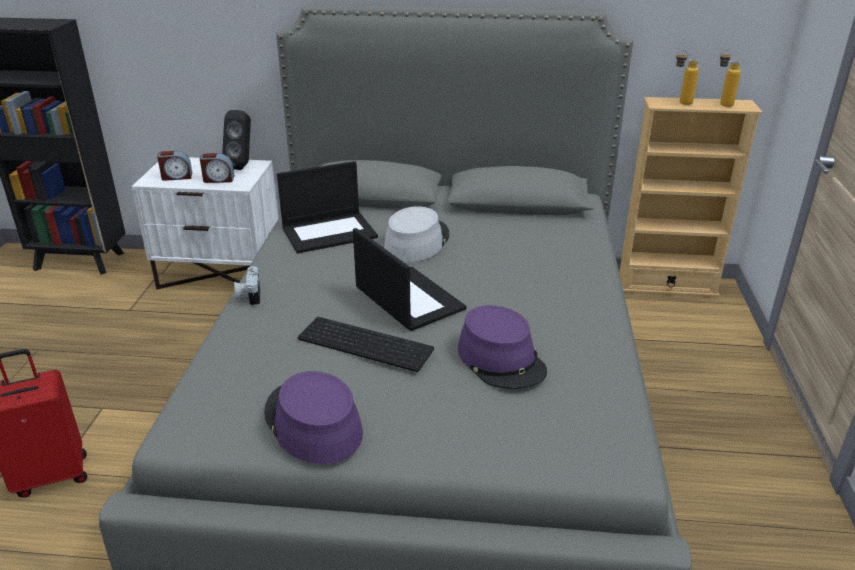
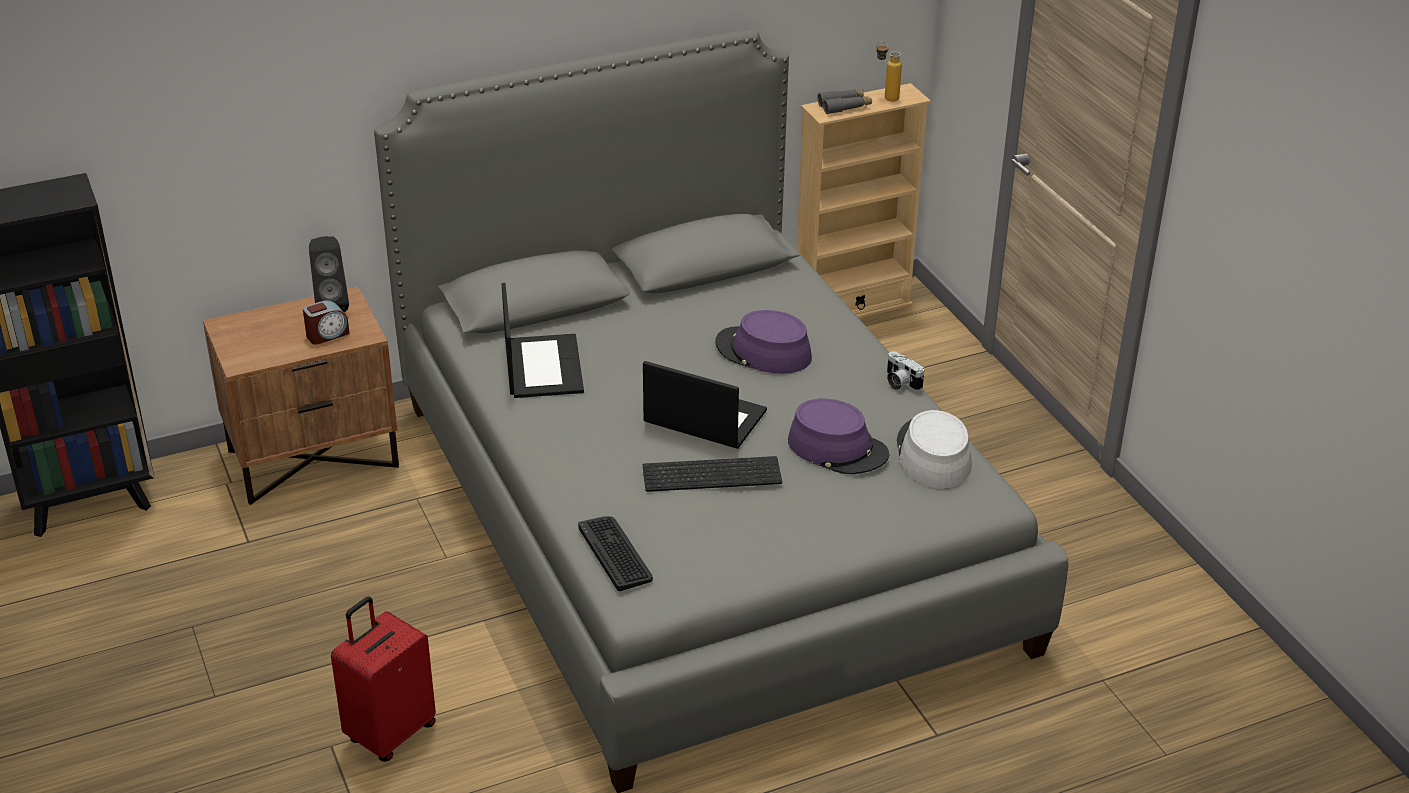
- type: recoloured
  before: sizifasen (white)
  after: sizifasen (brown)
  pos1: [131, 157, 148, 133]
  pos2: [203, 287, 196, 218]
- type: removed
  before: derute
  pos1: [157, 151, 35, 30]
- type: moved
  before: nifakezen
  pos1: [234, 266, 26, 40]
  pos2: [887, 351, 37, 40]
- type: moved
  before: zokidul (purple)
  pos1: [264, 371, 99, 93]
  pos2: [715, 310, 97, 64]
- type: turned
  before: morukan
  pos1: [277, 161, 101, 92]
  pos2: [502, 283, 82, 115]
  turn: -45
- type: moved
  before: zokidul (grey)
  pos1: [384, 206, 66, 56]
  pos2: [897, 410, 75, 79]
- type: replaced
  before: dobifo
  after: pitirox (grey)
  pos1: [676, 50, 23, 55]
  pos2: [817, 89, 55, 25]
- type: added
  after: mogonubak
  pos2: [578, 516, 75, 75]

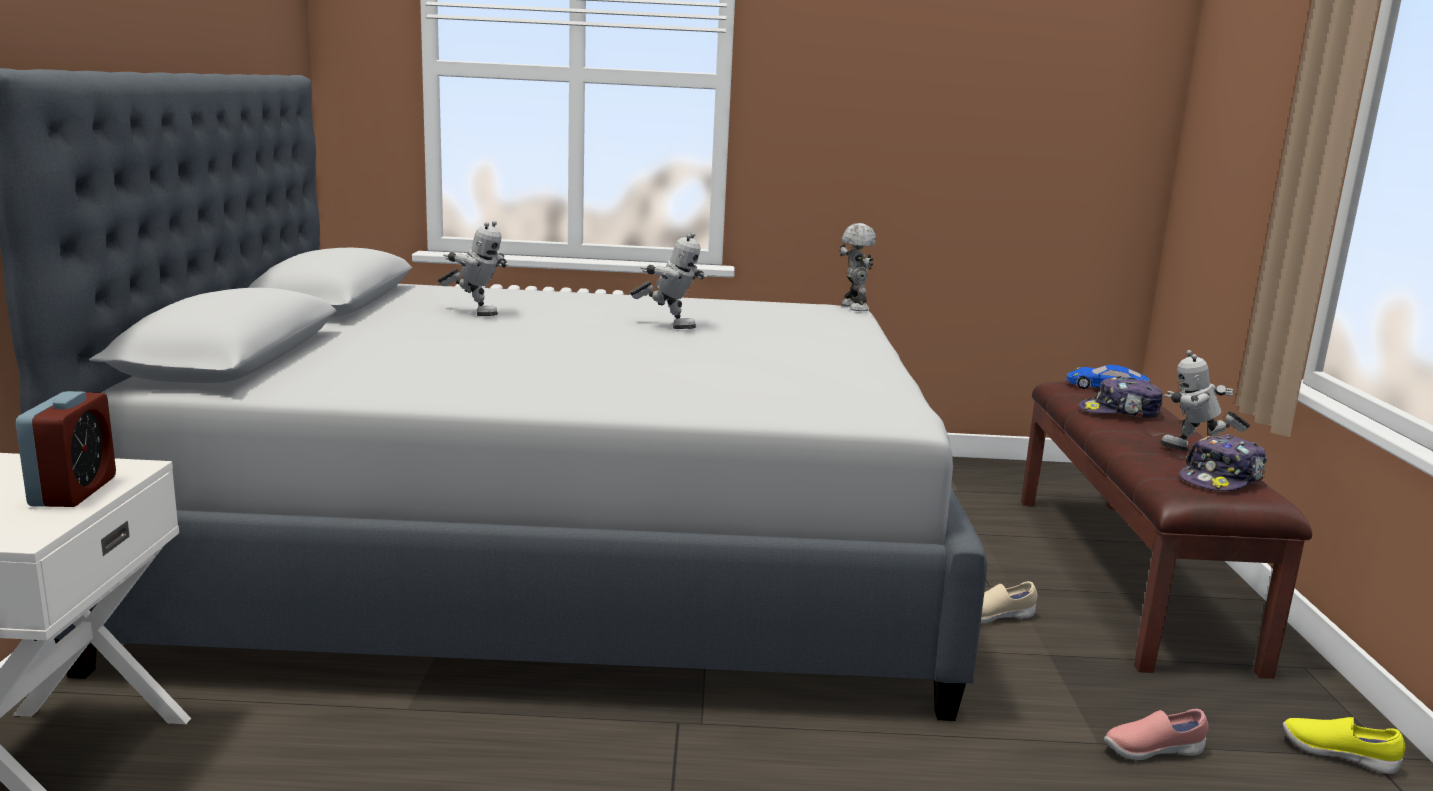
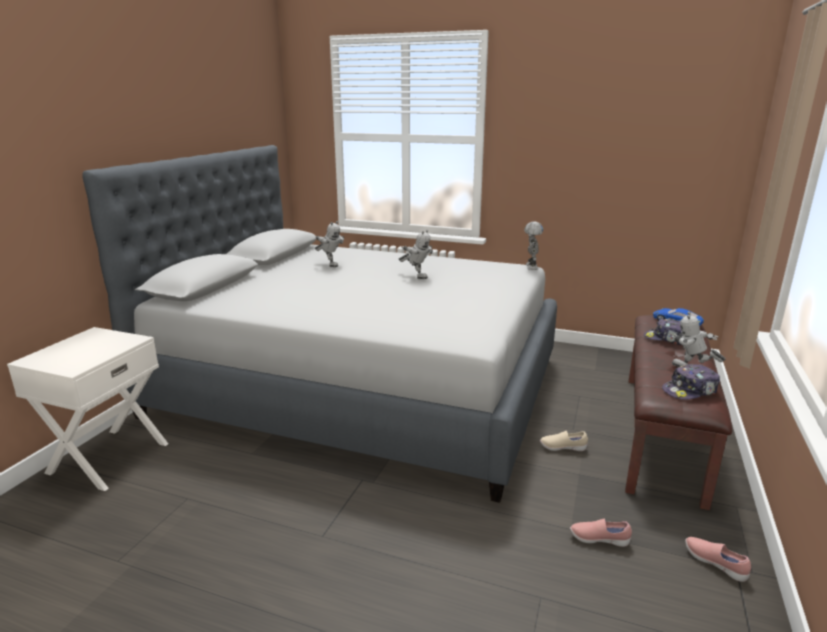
- type: removed
  before: derute
  pos1: [16, 391, 100, 116]
- type: recoloured
  before: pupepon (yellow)
  after: pupepon (pink)
  pos1: [1283, 717, 122, 57]
  pos2: [685, 537, 66, 45]

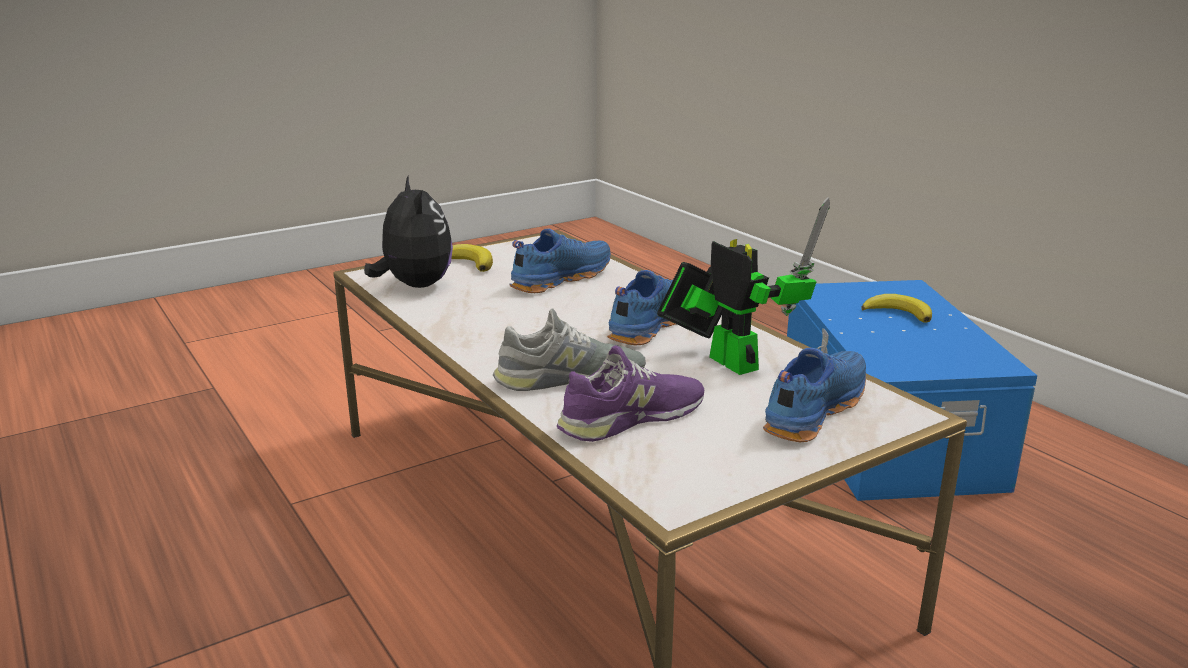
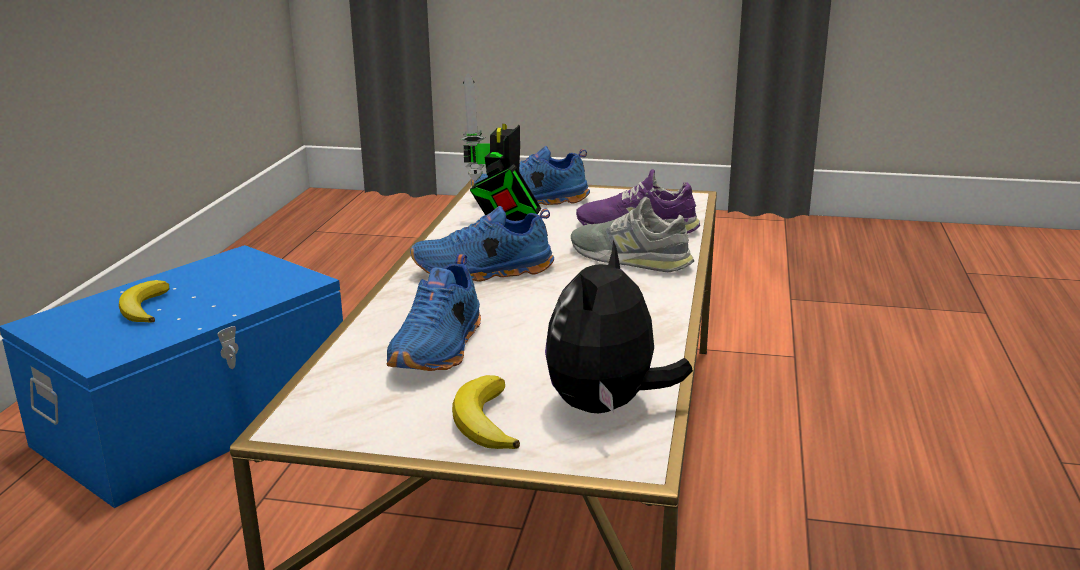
- type: turned
  before: pupepon (blue)
  pos1: [510, 229, 101, 64]
  pos2: [387, 254, 94, 117]
  turn: -75

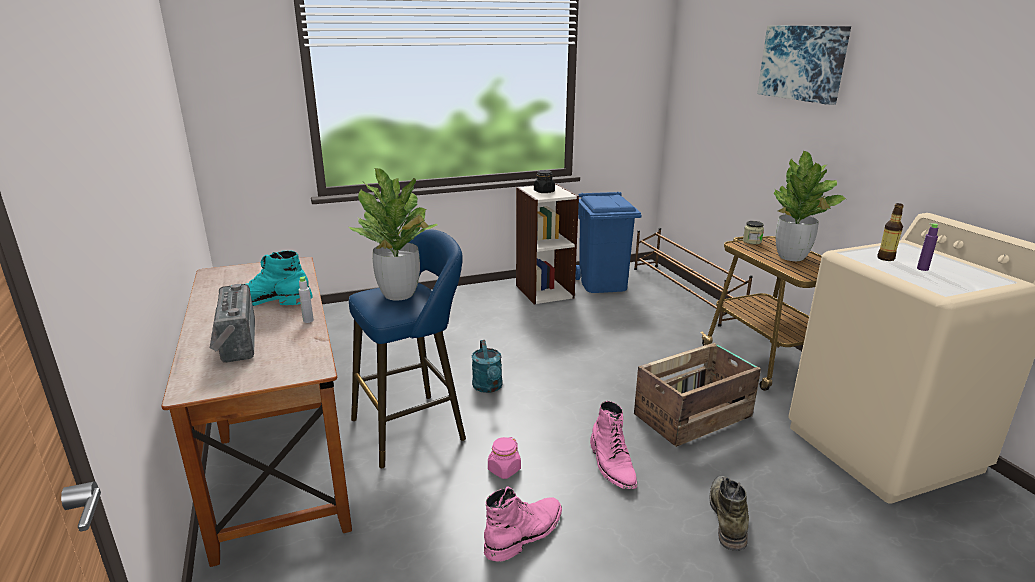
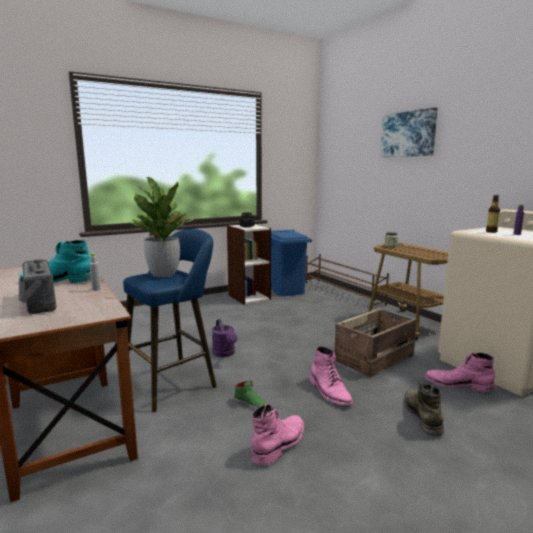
- type: recoloured
  before: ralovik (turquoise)
  after: ralovik (purple)
  pos1: [472, 340, 31, 53]
  pos2: [212, 319, 25, 38]
- type: replaced
  before: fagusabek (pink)
  after: pupepon (green)
  pos1: [488, 437, 33, 42]
  pos2: [234, 380, 34, 29]
- type: removed
  before: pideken
  pos1: [774, 151, 72, 110]
- type: added
  after: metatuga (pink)
  pos2: [425, 353, 70, 39]

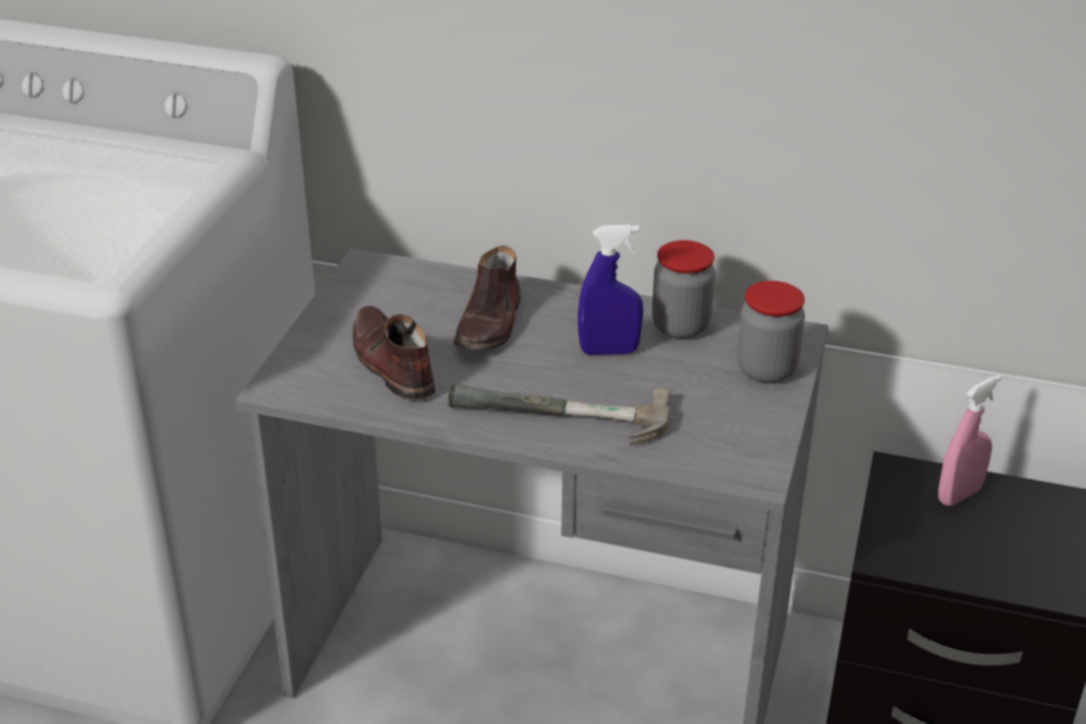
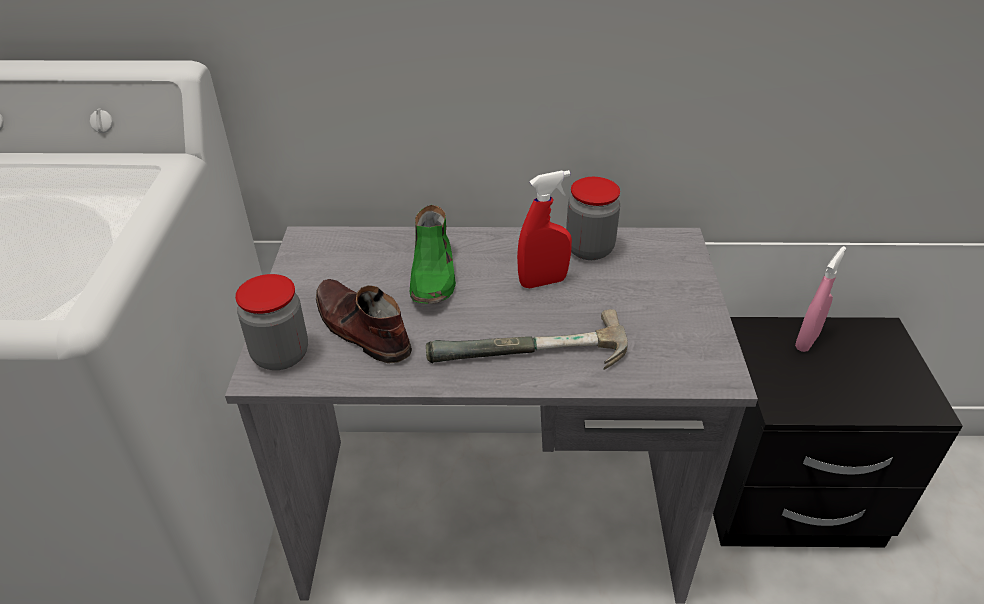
- type: recoloured
  before: pupepon (brown)
  after: pupepon (green)
  pos1: [454, 245, 67, 105]
  pos2: [410, 205, 46, 99]
- type: recoloured
  before: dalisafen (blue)
  after: dalisafen (red)
  pos1: [578, 224, 65, 131]
  pos2: [517, 170, 55, 118]
- type: moved
  before: fagusabek
  pos1: [737, 281, 68, 102]
  pos2: [235, 274, 73, 96]

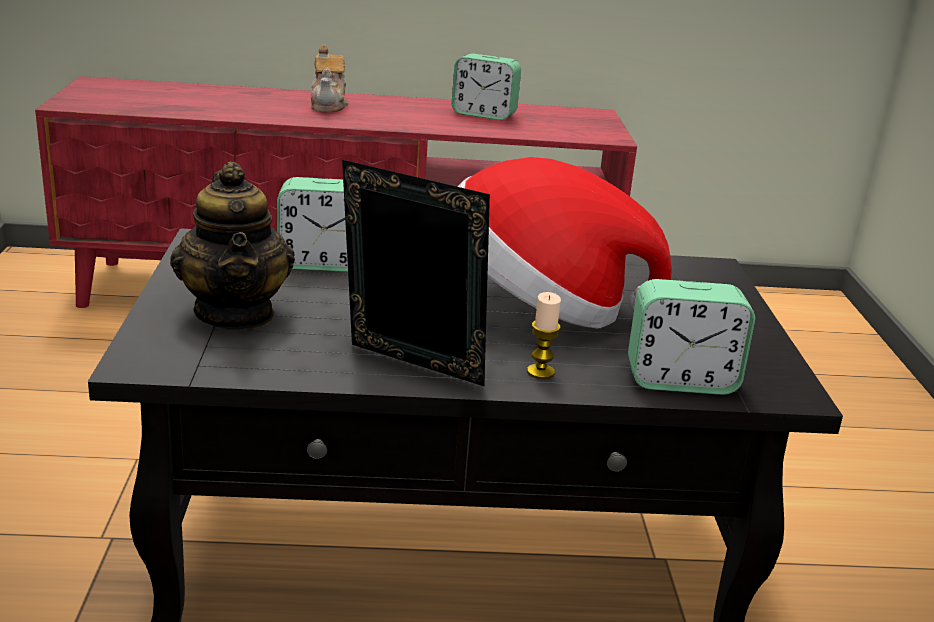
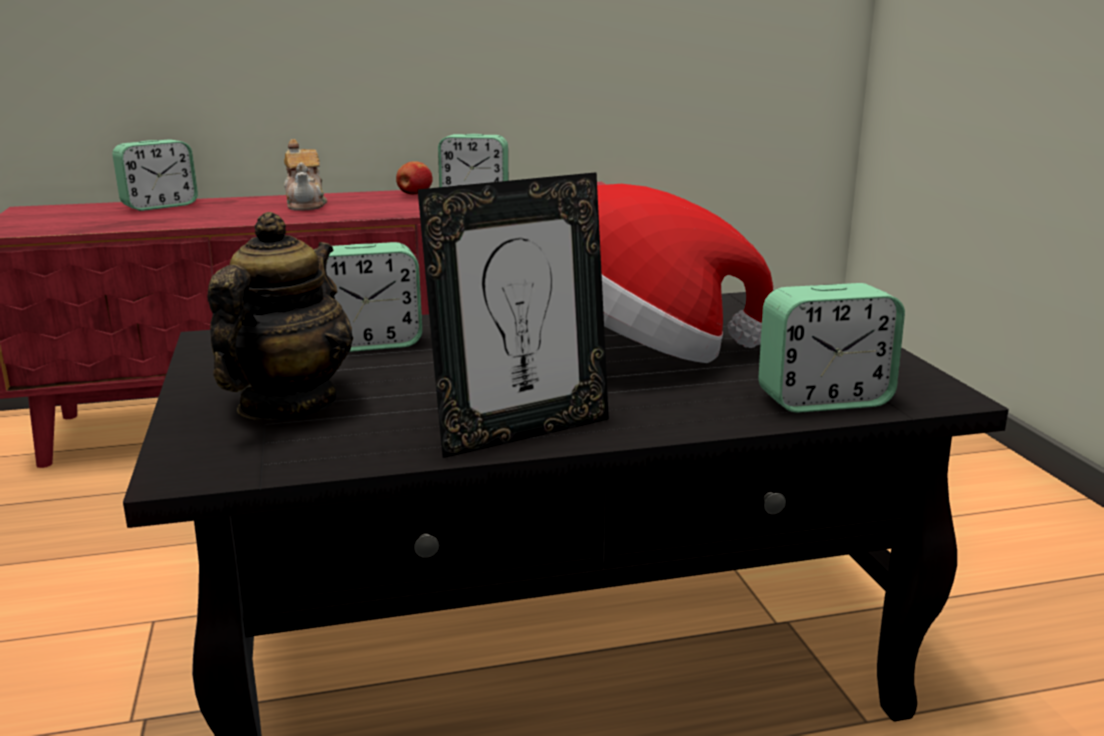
- type: turned
  before: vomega
  pos1: [170, 162, 125, 168]
  pos2: [208, 212, 145, 208]
  turn: -135
- type: turned
  before: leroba
  pos1: [342, 160, 148, 226]
  pos2: [418, 172, 191, 286]
  turn: 135
- type: removed
  before: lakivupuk
  pos1: [527, 292, 34, 87]
- type: added
  after: derute
  pos2: [112, 140, 86, 71]
- type: added
  after: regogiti
  pos2: [396, 161, 37, 34]

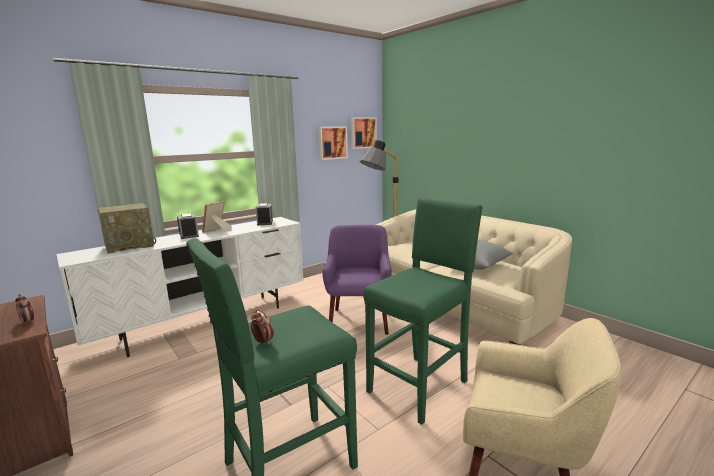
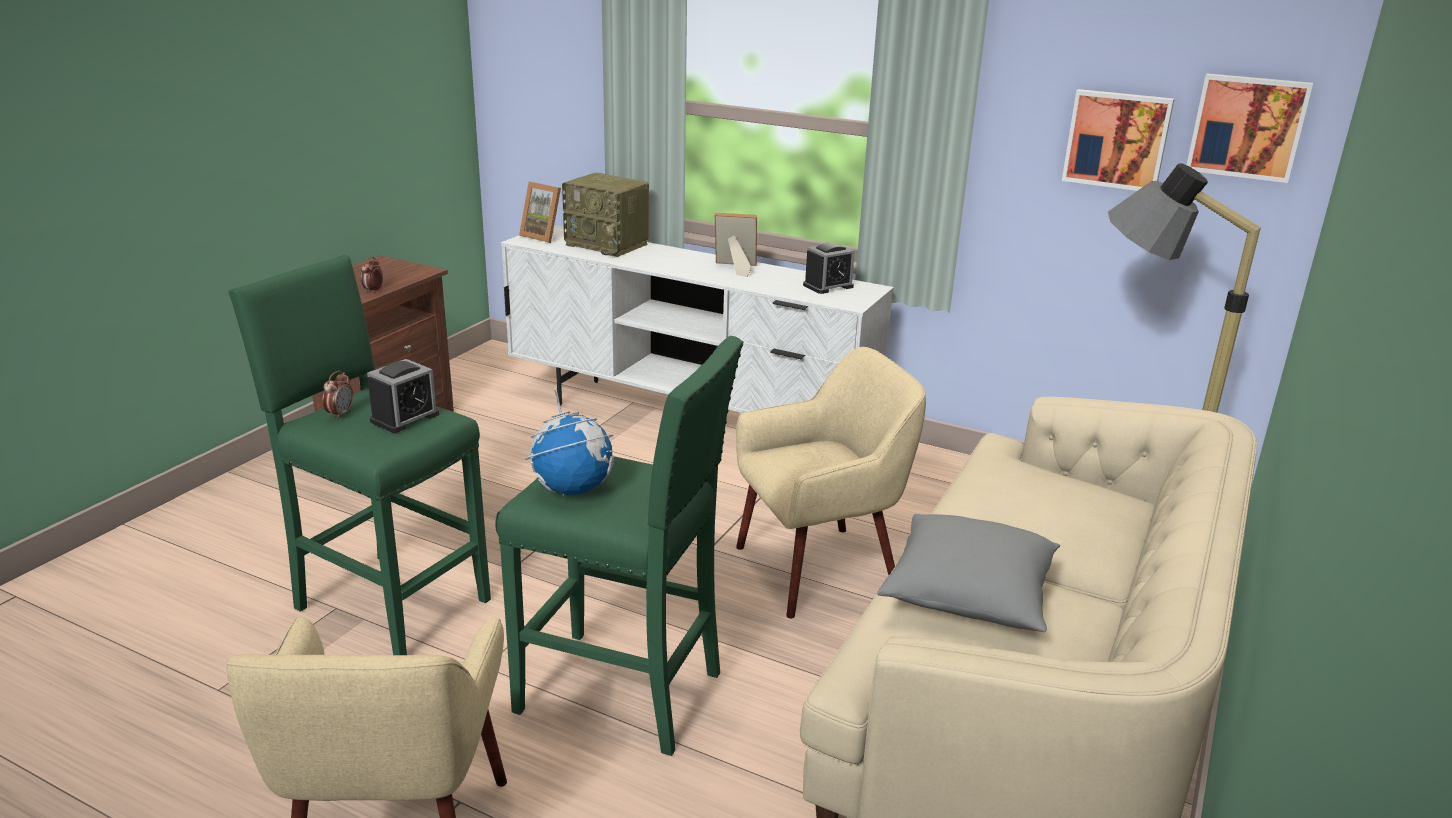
- type: moved
  before: derute
  pos1: [177, 213, 22, 26]
  pos2: [367, 359, 72, 74]
- type: recoloured
  before: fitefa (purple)
  after: fitefa (beige)
  pos1: [322, 225, 70, 110]
  pos2: [736, 347, 190, 271]
- type: added
  after: leroba
  pos2: [519, 182, 42, 61]
- type: added
  after: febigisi
  pos2: [524, 388, 90, 108]

